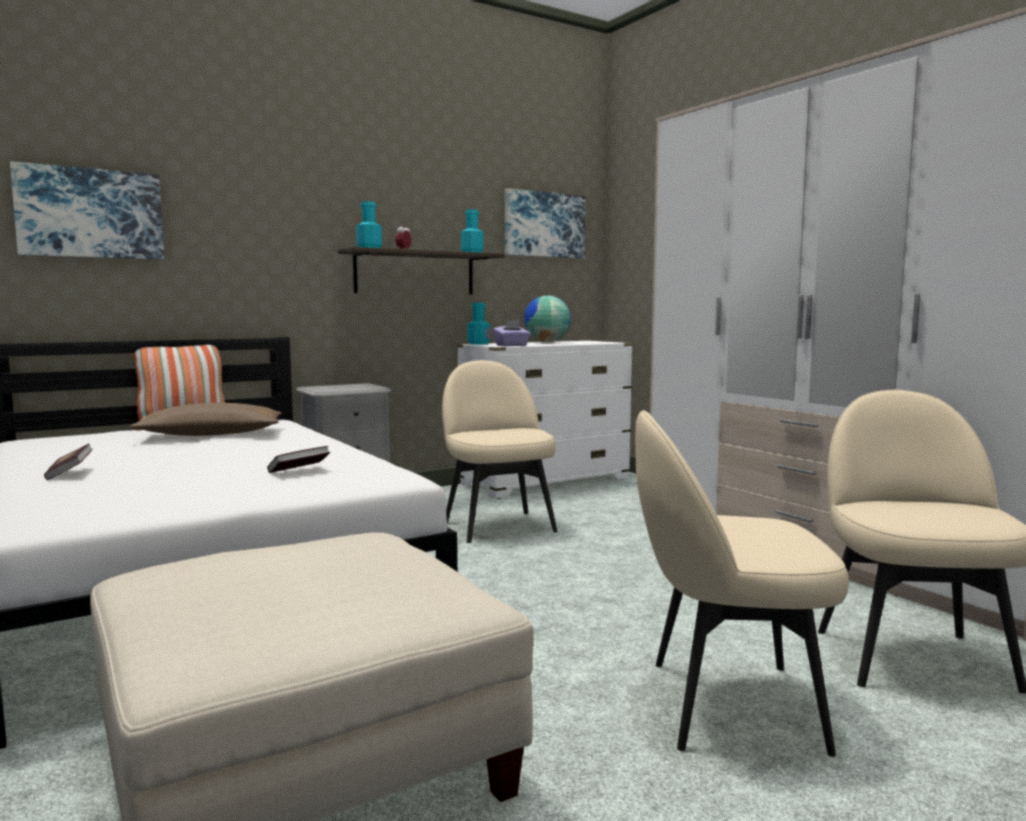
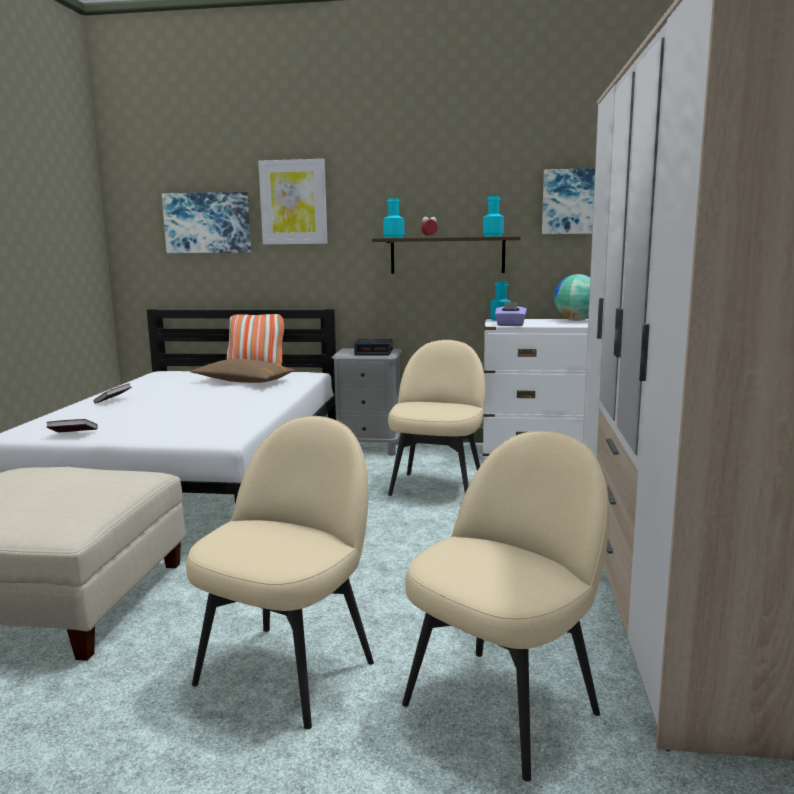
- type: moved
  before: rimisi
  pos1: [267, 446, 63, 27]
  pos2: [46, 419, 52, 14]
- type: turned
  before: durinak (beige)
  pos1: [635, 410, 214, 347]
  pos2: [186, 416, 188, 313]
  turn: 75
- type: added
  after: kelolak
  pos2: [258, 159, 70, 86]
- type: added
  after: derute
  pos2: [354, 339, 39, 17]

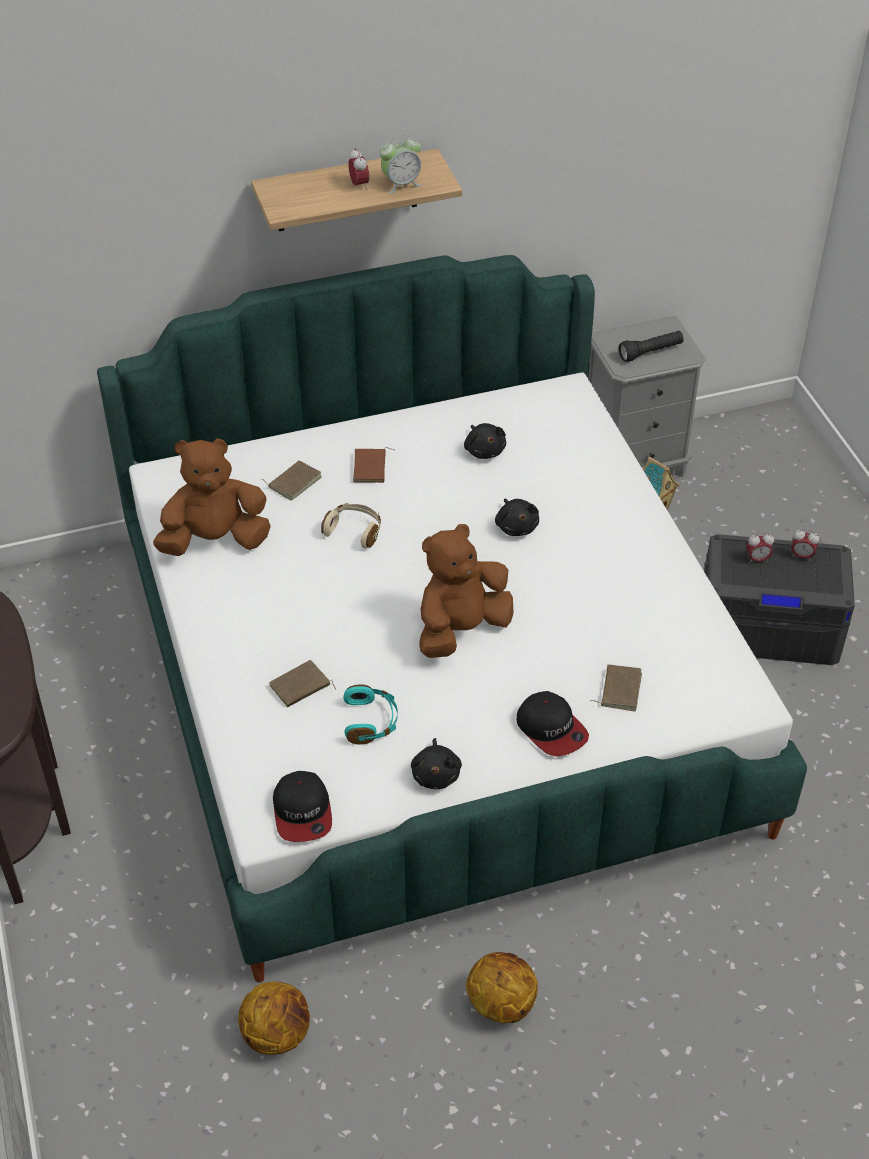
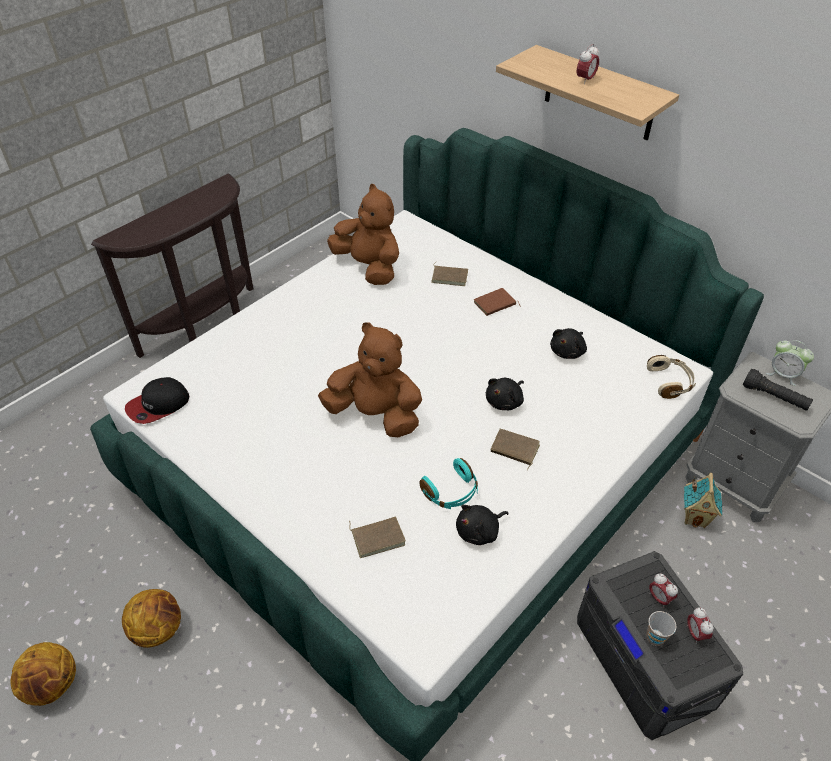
- type: moved
  before: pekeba
  pos1: [238, 982, 72, 73]
  pos2: [10, 642, 66, 64]
- type: moved
  before: rimisi (brown)
  pos1: [269, 660, 67, 47]
  pos2: [491, 429, 49, 41]
- type: moved
  before: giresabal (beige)
  pos1: [321, 503, 60, 45]
  pos2: [647, 355, 49, 44]
- type: moved
  before: giresabal (turquoise)
  pos1: [343, 685, 55, 59]
  pos2: [419, 458, 59, 51]
- type: moved
  before: derute
  pos1: [379, 134, 43, 60]
  pos2: [766, 340, 48, 46]
- type: moved
  before: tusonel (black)
  pos1: [411, 738, 51, 51]
  pos2: [456, 505, 53, 40]
- type: removed
  before: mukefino
  pos1: [517, 691, 72, 66]
- type: added
  after: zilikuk
  pos2: [646, 611, 30, 35]

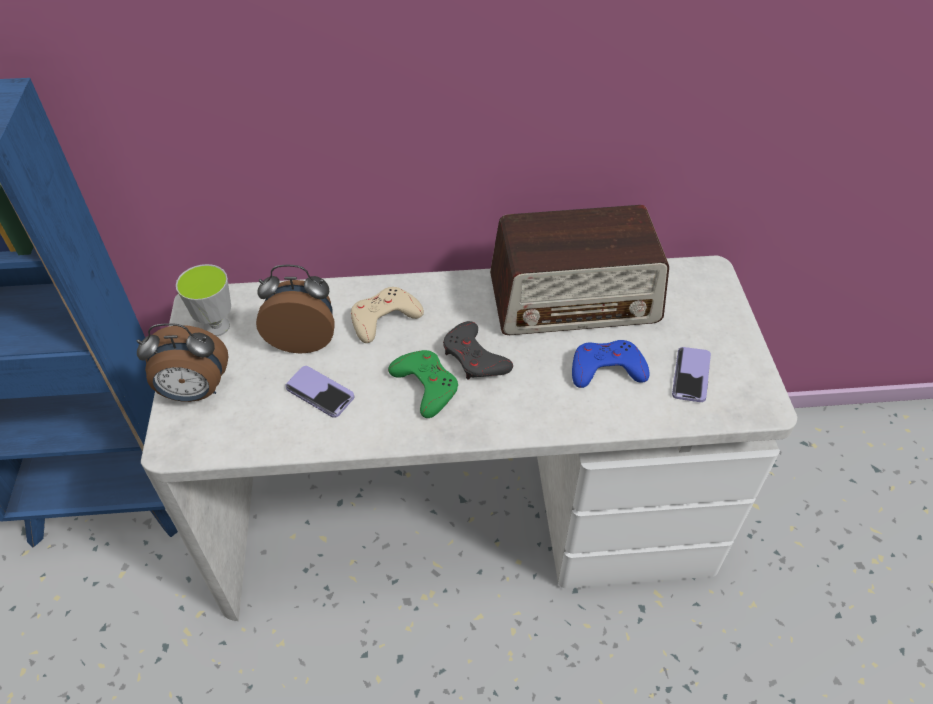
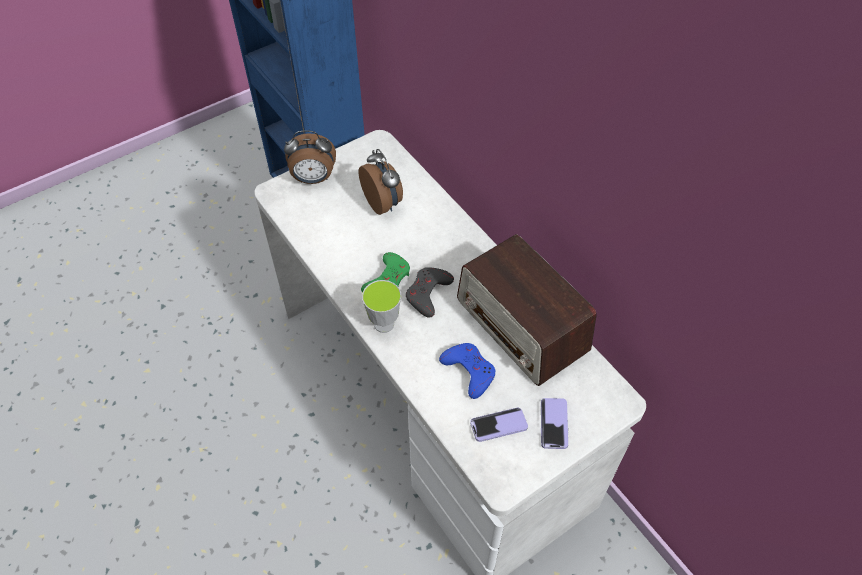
- type: turned
  before: derute
  pos1: [137, 323, 91, 79]
  pos2: [284, 130, 52, 54]
  turn: -60
- type: moved
  before: zilikuk
  pos1: [176, 264, 55, 72]
  pos2: [362, 280, 39, 53]
- type: moved
  before: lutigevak
  pos1: [285, 366, 69, 52]
  pos2: [541, 398, 27, 51]
- type: removed
  before: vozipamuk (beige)
  pos1: [351, 287, 73, 56]

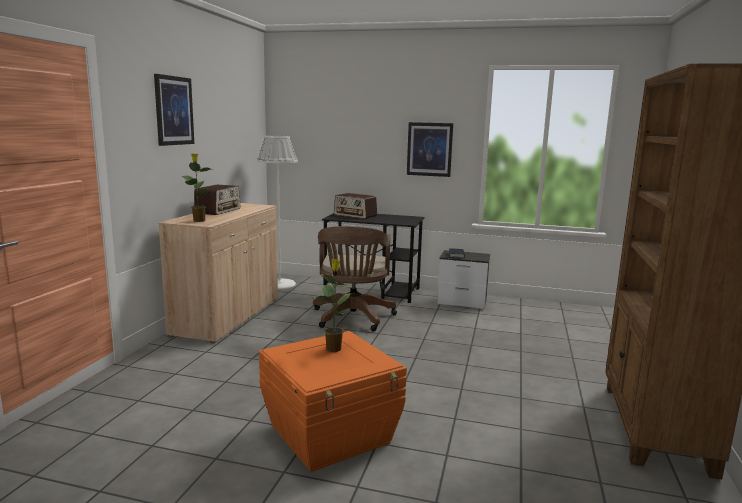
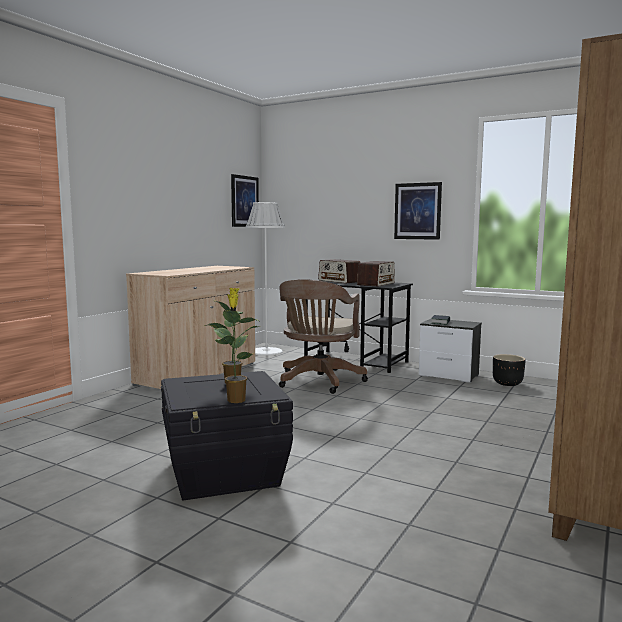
- type: moved
  before: kelolak
  pos1: [154, 74, 40, 72]
  pos2: [231, 174, 28, 53]
- type: moved
  before: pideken
  pos1: [181, 153, 32, 69]
  pos2: [213, 294, 48, 109]
- type: moved
  before: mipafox
  pos1: [194, 185, 46, 30]
  pos2: [357, 261, 38, 25]
- type: recoloured
  before: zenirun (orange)
  after: zenirun (black)
  pos1: [259, 331, 148, 141]
  pos2: [161, 371, 132, 130]
- type: added
  after: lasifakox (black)
  pos2: [493, 354, 32, 32]

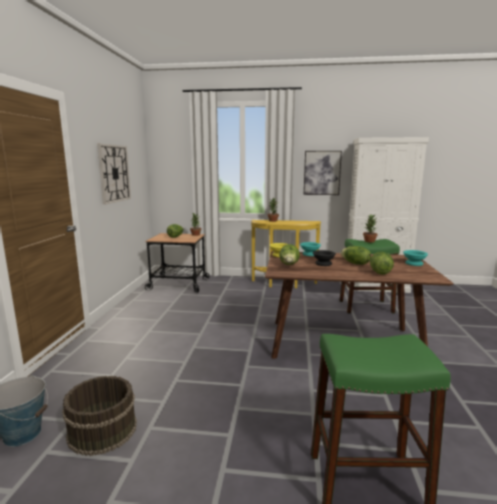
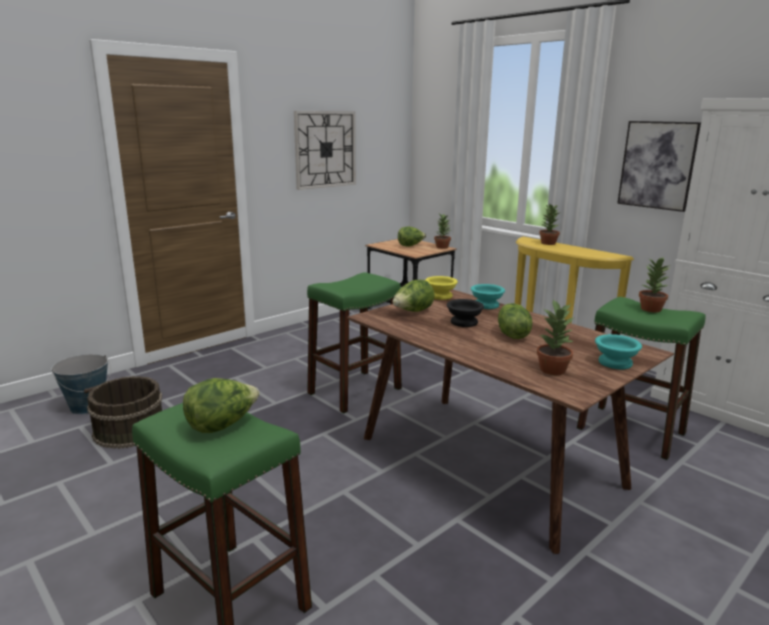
- type: moved
  before: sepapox
  pos1: [370, 252, 24, 23]
  pos2: [183, 378, 77, 55]
- type: added
  after: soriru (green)
  pos2: [307, 272, 95, 141]
- type: added
  after: pideken
  pos2: [537, 299, 36, 76]

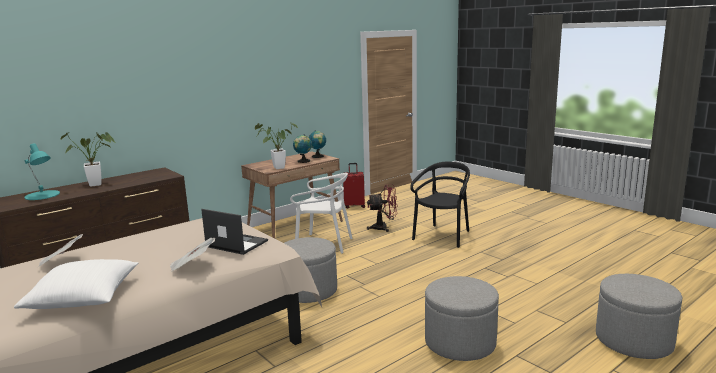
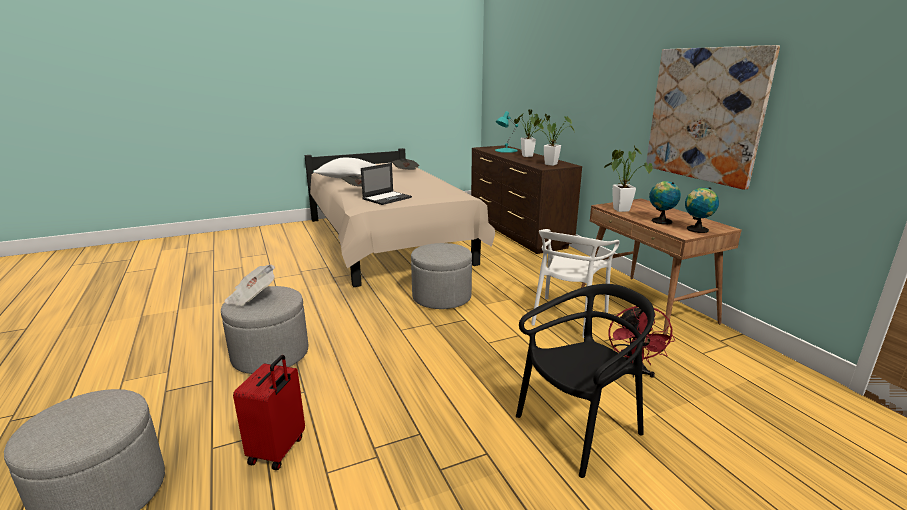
- type: moved
  before: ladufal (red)
  pos1: [343, 163, 22, 46]
  pos2: [233, 355, 72, 115]
- type: turned
  before: durinak (black)
  pos1: [410, 162, 60, 86]
  pos2: [516, 284, 139, 194]
  turn: -75
- type: added
  after: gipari
  pos2: [225, 265, 50, 41]
- type: added
  after: pideken
  pos2: [534, 114, 41, 52]
- type: added
  after: kelolak
  pos2: [646, 45, 134, 145]

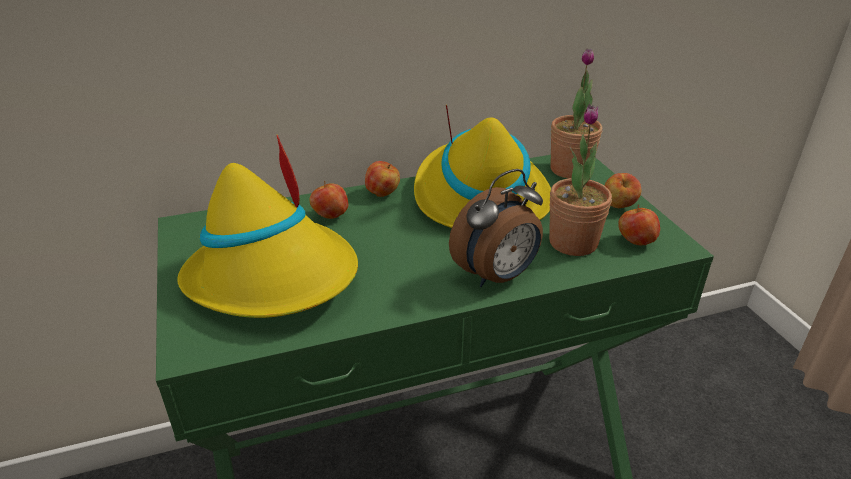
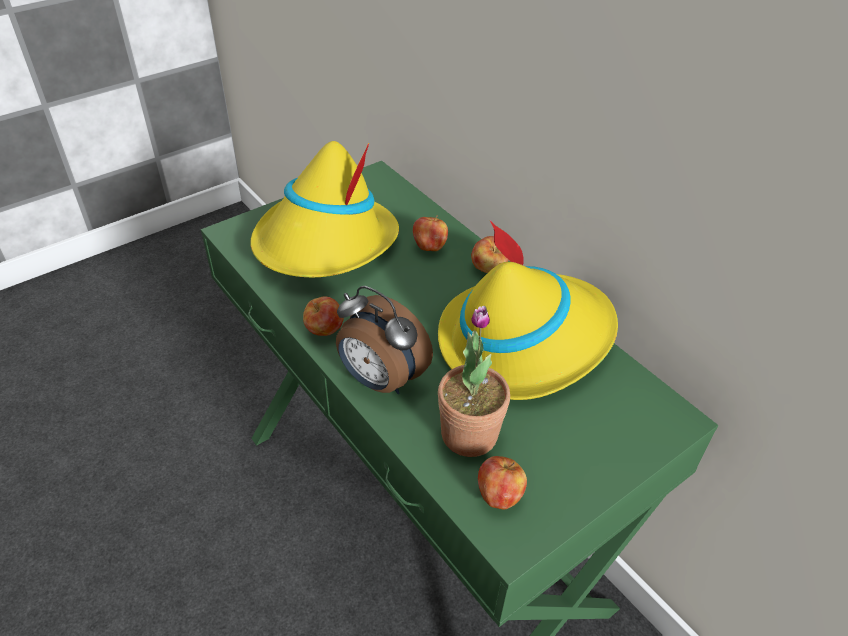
- type: removed
  before: pideken
  pos1: [550, 48, 52, 130]
- type: moved
  before: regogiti
  pos1: [604, 173, 38, 35]
  pos2: [303, 296, 41, 40]

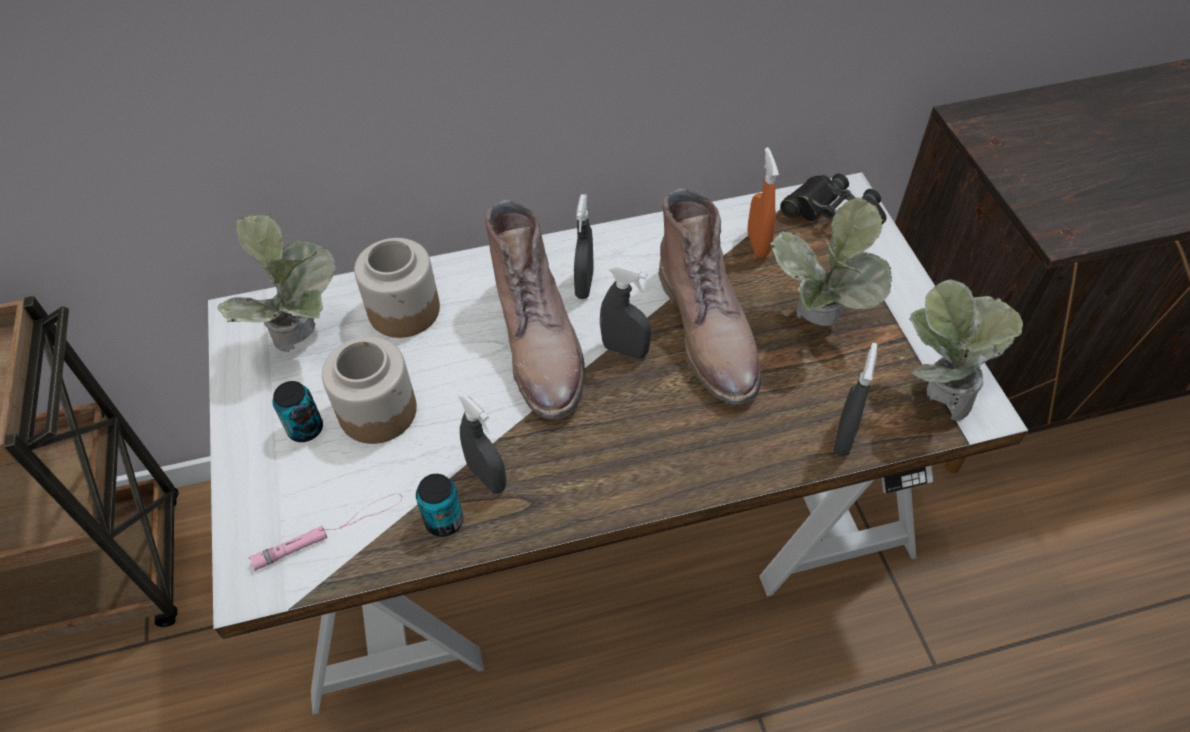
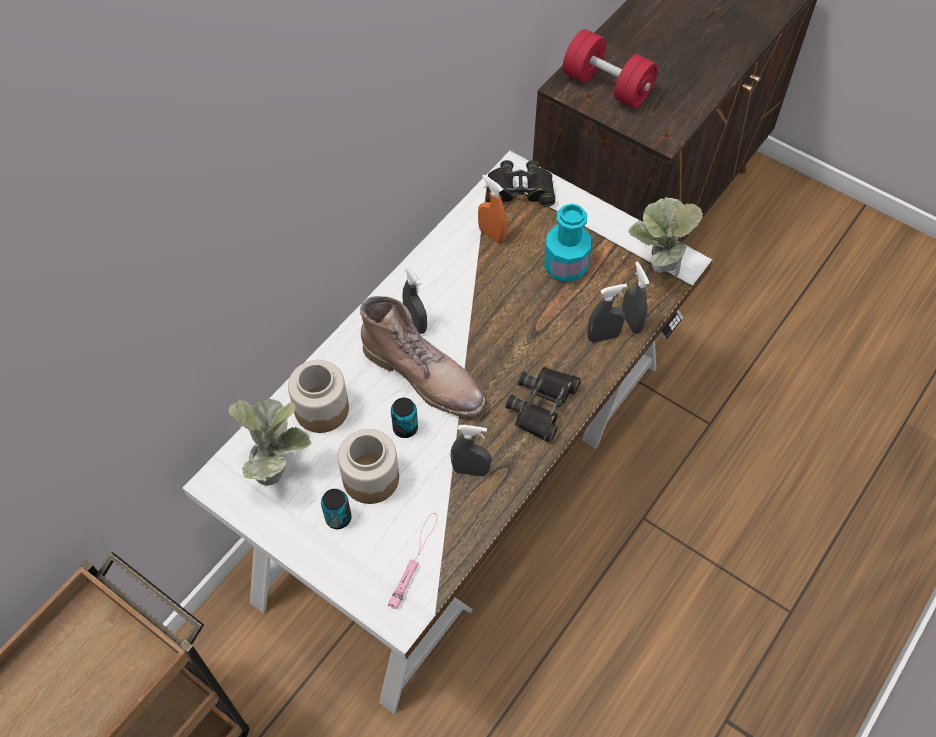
- type: moved
  before: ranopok
  pos1: [416, 474, 47, 63]
  pos2: [391, 398, 27, 40]
- type: moved
  before: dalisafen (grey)
  pos1: [600, 265, 51, 94]
  pos2: [587, 284, 40, 59]
- type: removed
  before: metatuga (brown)
  pos1: [658, 189, 103, 216]
- type: replaced
  before: pideken
  after: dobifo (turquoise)
  pos1: [770, 198, 122, 128]
  pos2: [544, 204, 47, 78]
- type: added
  after: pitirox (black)
  pos2: [506, 367, 75, 76]
- type: added
  after: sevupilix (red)
  pos2: [563, 29, 95, 79]

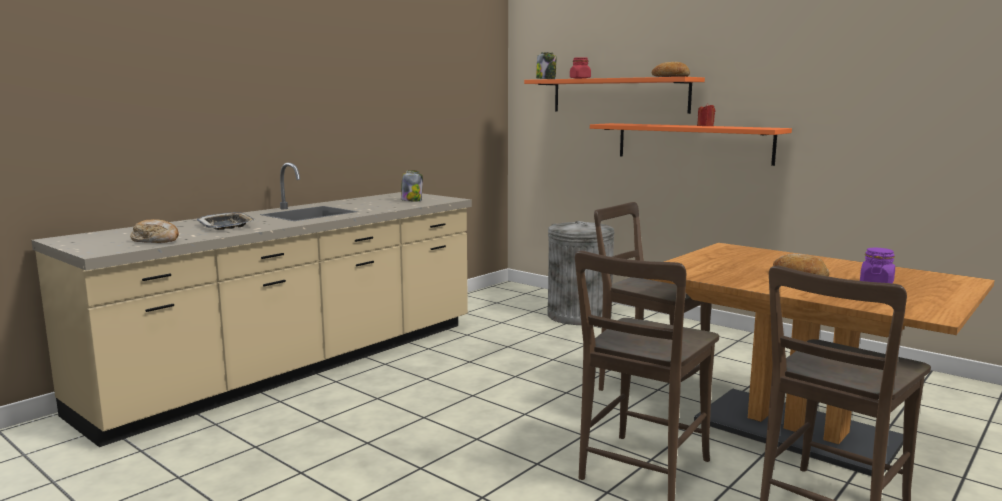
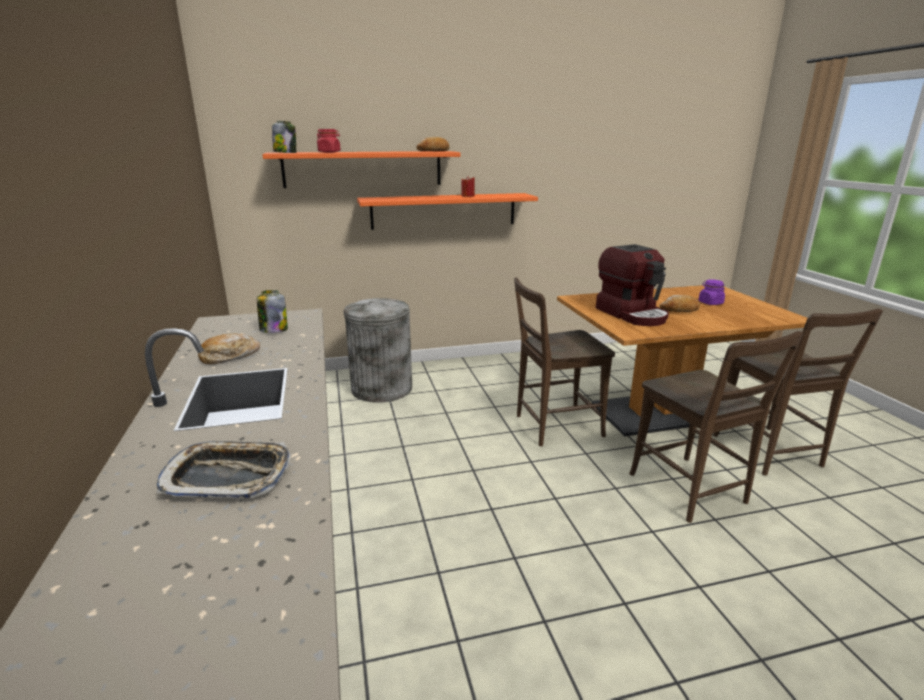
- type: moved
  before: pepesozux
  pos1: [130, 219, 49, 24]
  pos2: [198, 333, 62, 31]
- type: added
  after: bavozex
  pos2: [596, 244, 73, 82]

